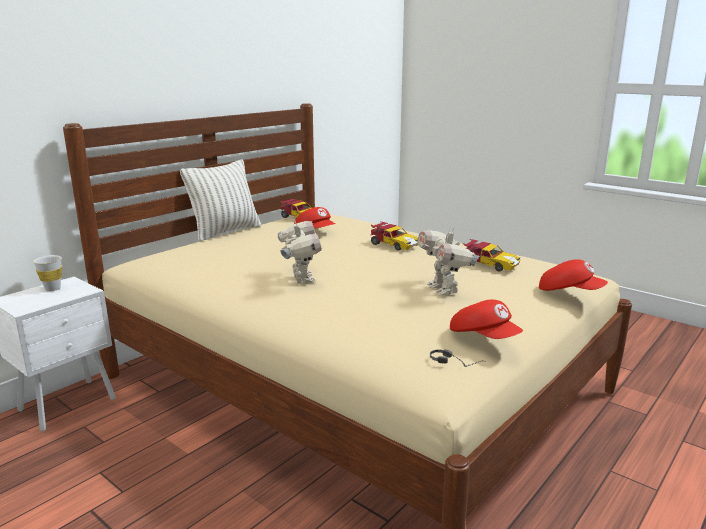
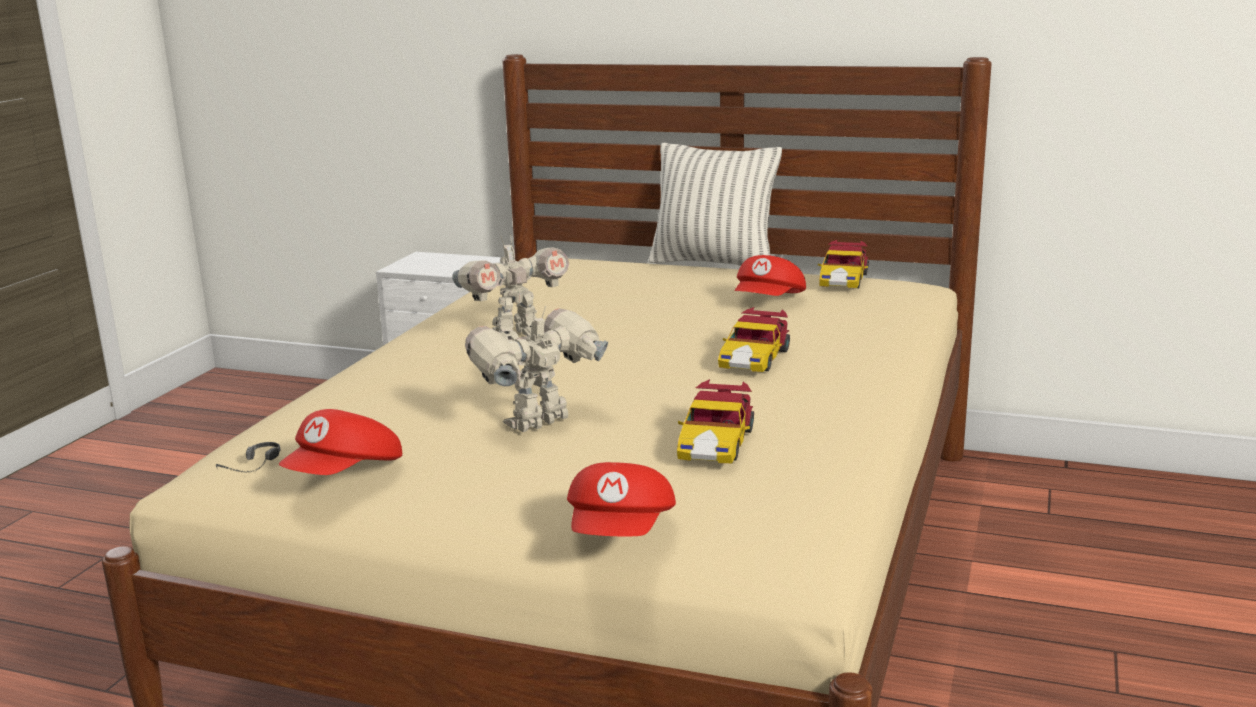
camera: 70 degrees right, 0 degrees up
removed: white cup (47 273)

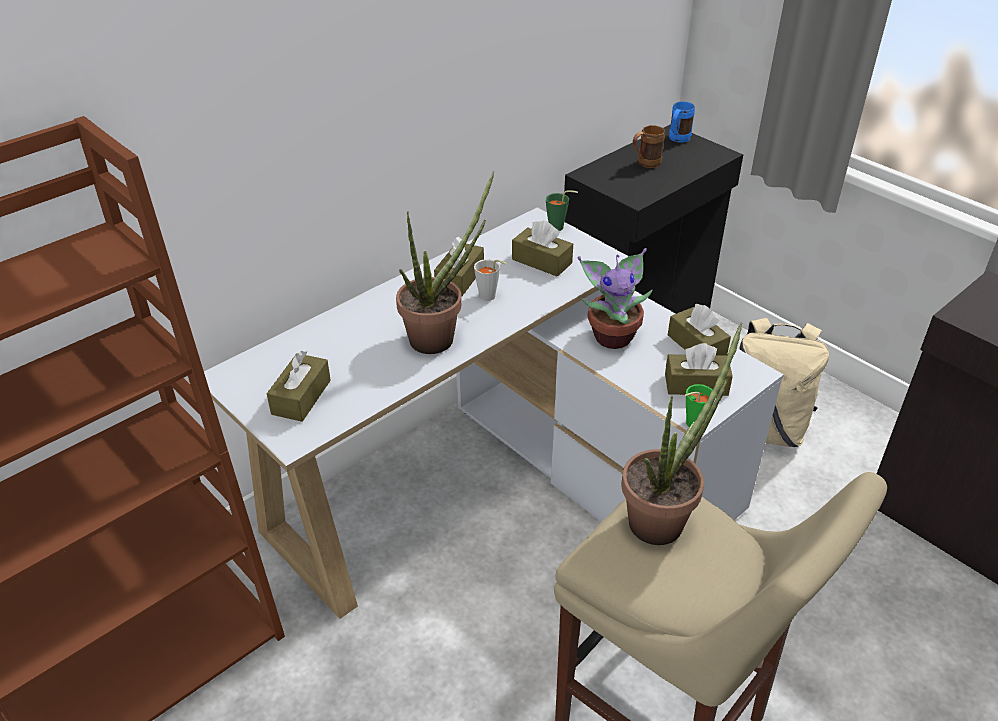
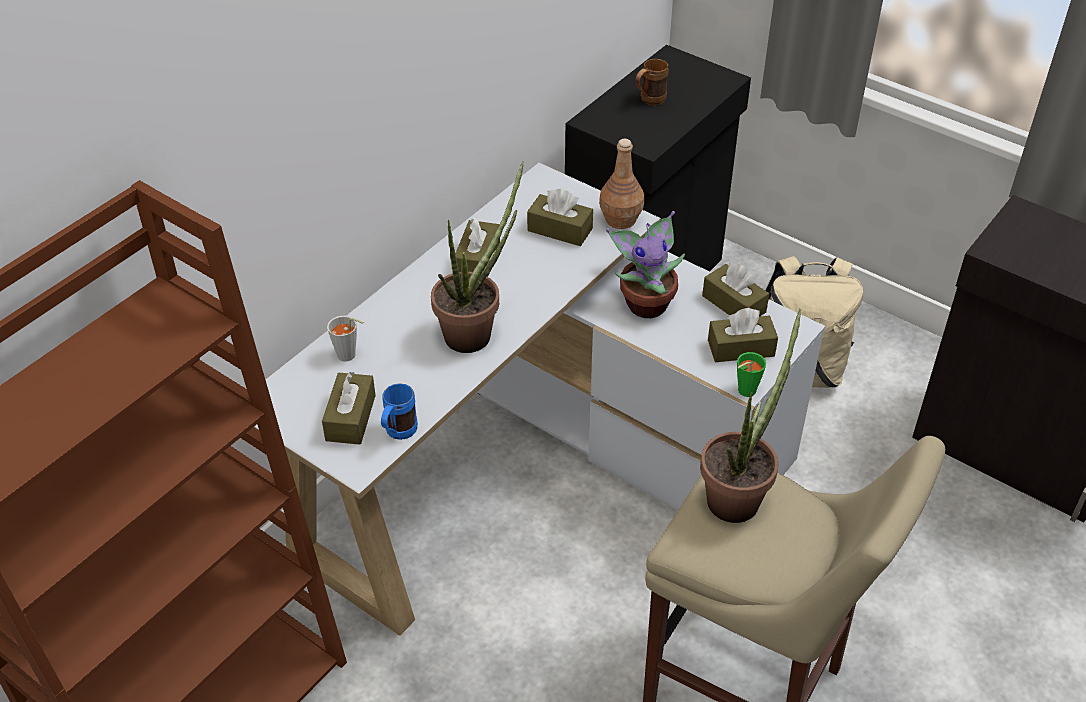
camera: 10 degrees left, 5 degrees up
removed: green cup (562 210)
added: brown bottle (621 184)
moved: grey cup (490 280) to (345 339); blue mug (682 122) to (399 411)

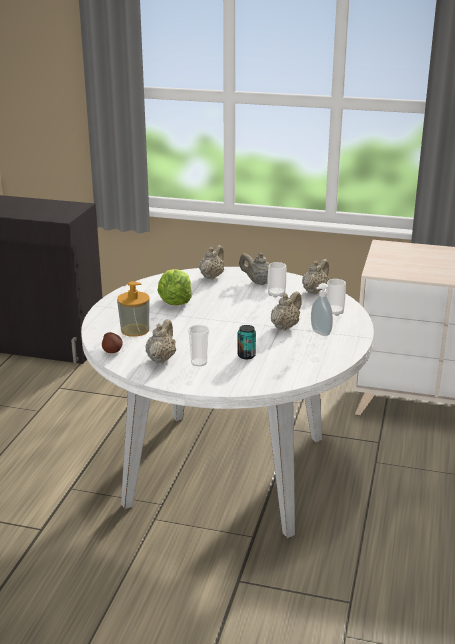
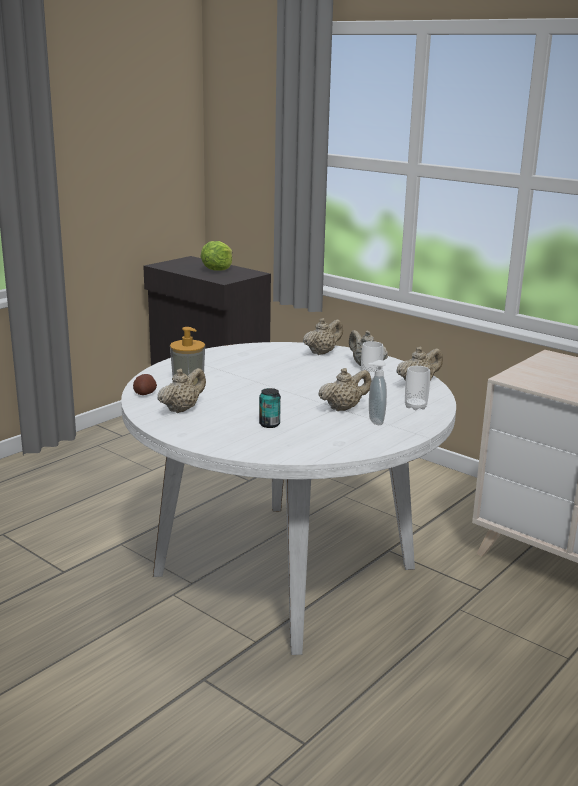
camera: 25 degrees right, 5 degrees down
removed: cup (198 345)
moved: lettuce (175 287) to (216 255)

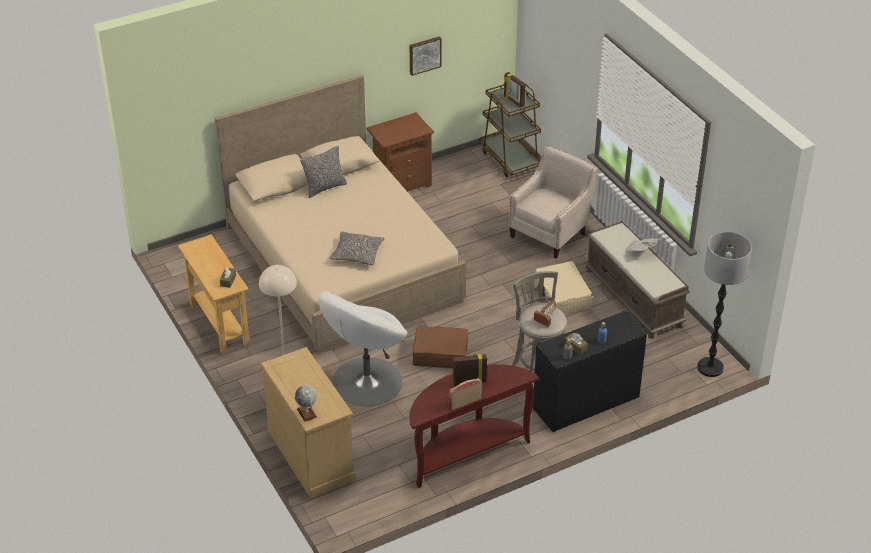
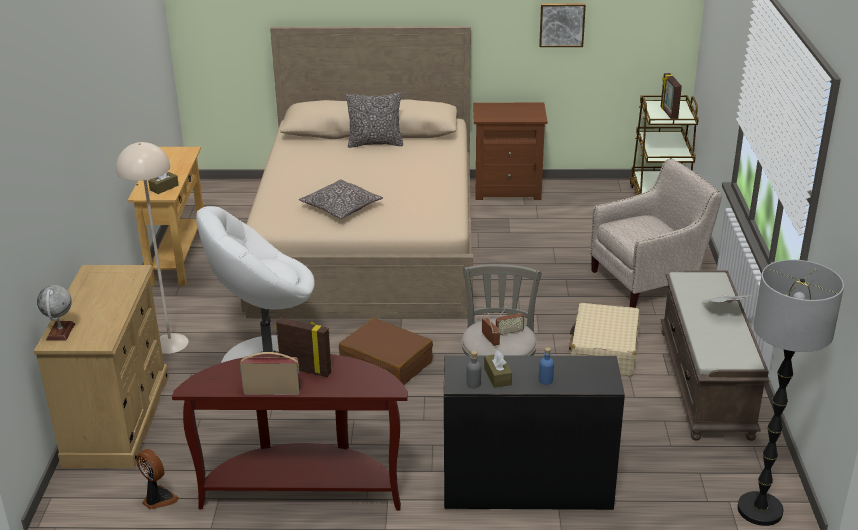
camera: 30 degrees right, 10 degrees down
added: fan (157 479)

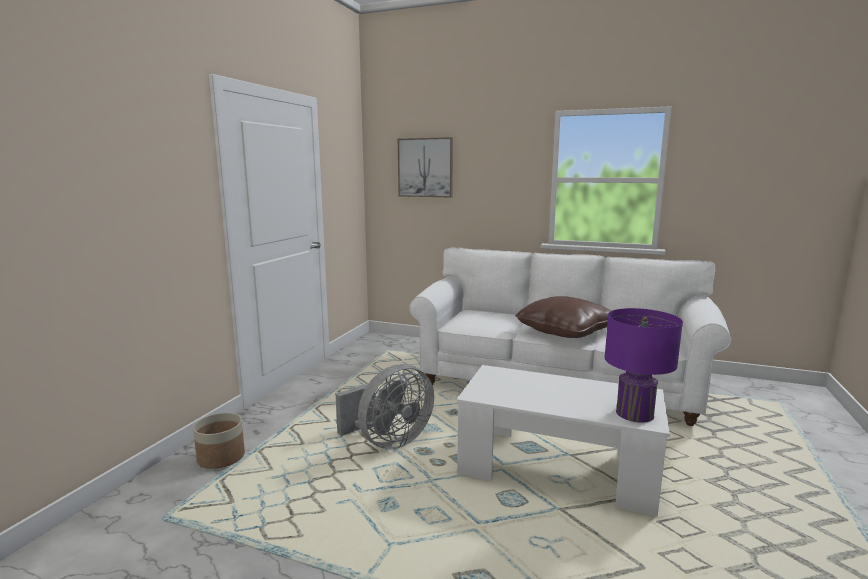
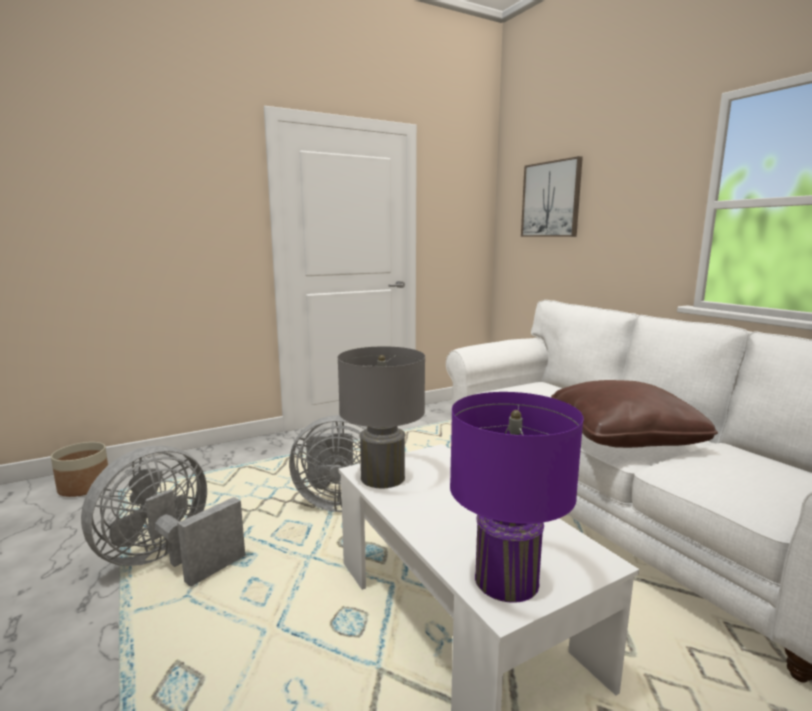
camera: 40 degrees right, 0 degrees up
added: grey fan (163 516); grey table lamp (381 417)
moved: planter (219 441) to (79 469)

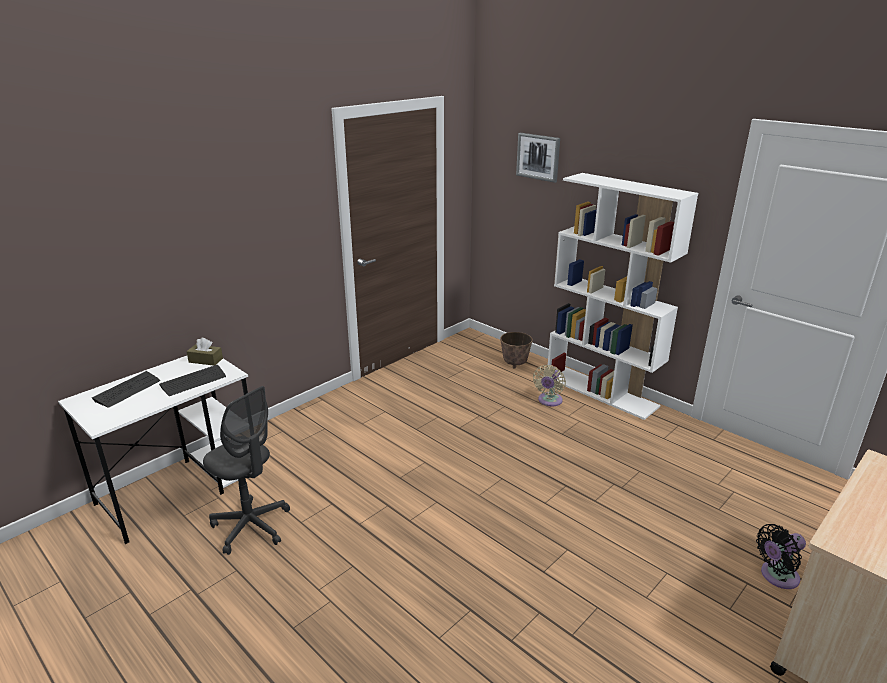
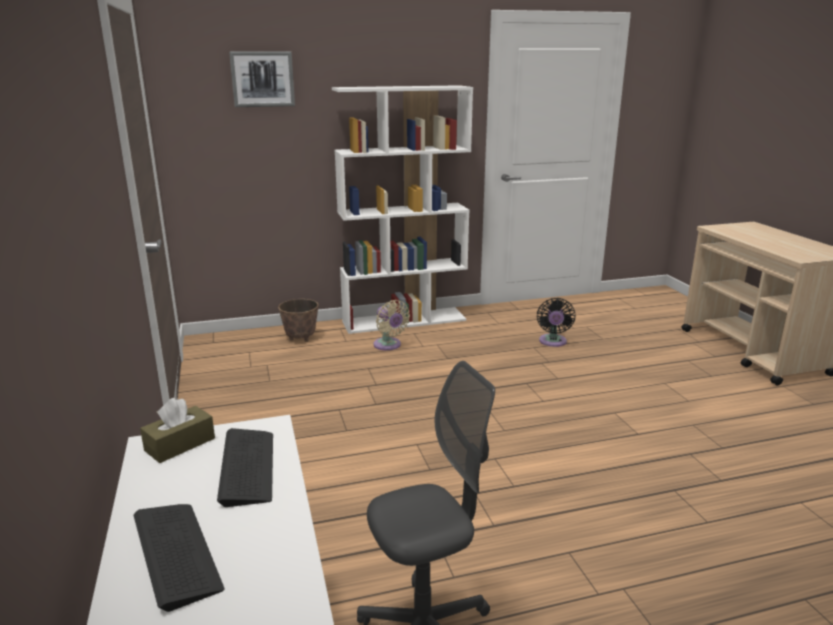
camera: 60 degrees left, 5 degrees down
moved: black fan (781 556) to (556 322)

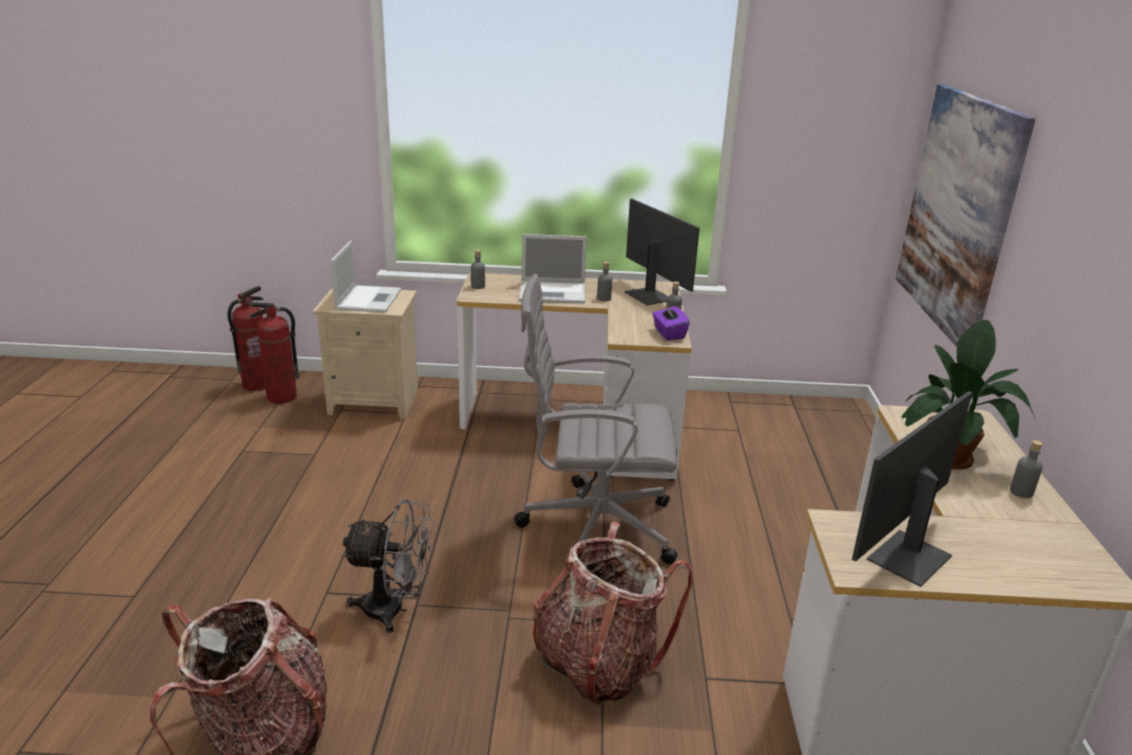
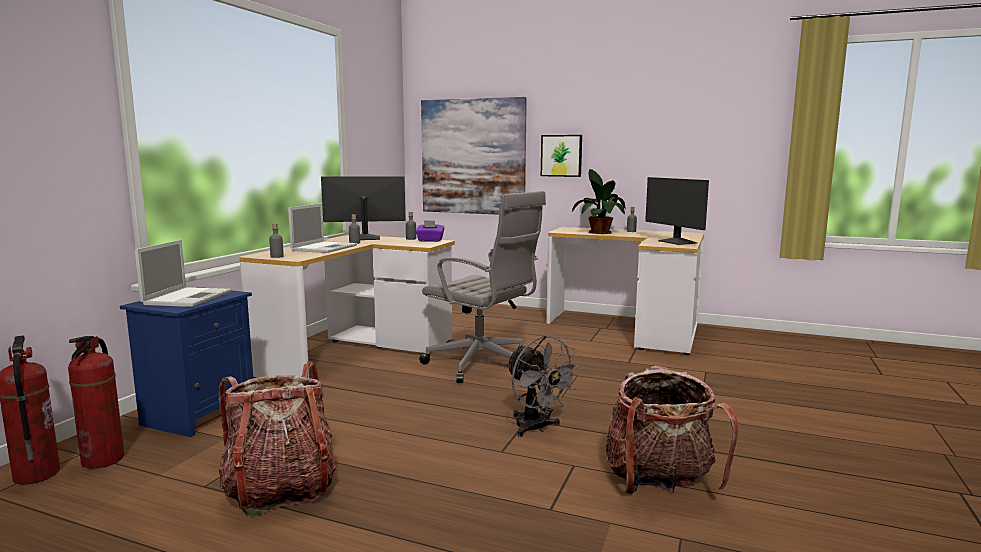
camera: 70 degrees left, 15 degrees down
added: picture (561 156)
moved: backpack (613 613) to (277 438)
recoloured: beige nightstand (365 353) to blue nightstand (186 362)
turned: laptop (365 277) = (183 273) 75 degrees clockwise; grey office chair (595 419) = (482 287) 75 degrees counterclockwise; grey fan (387 566) = (543 386) 120 degrees clockwise

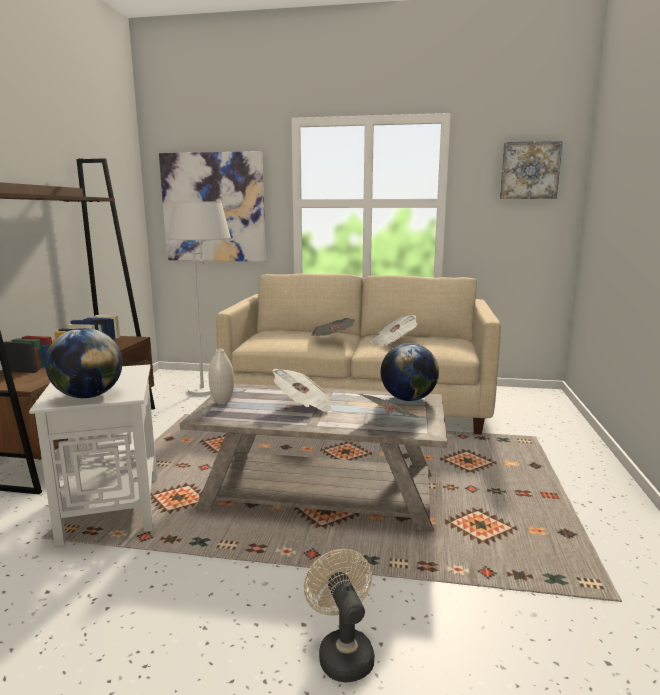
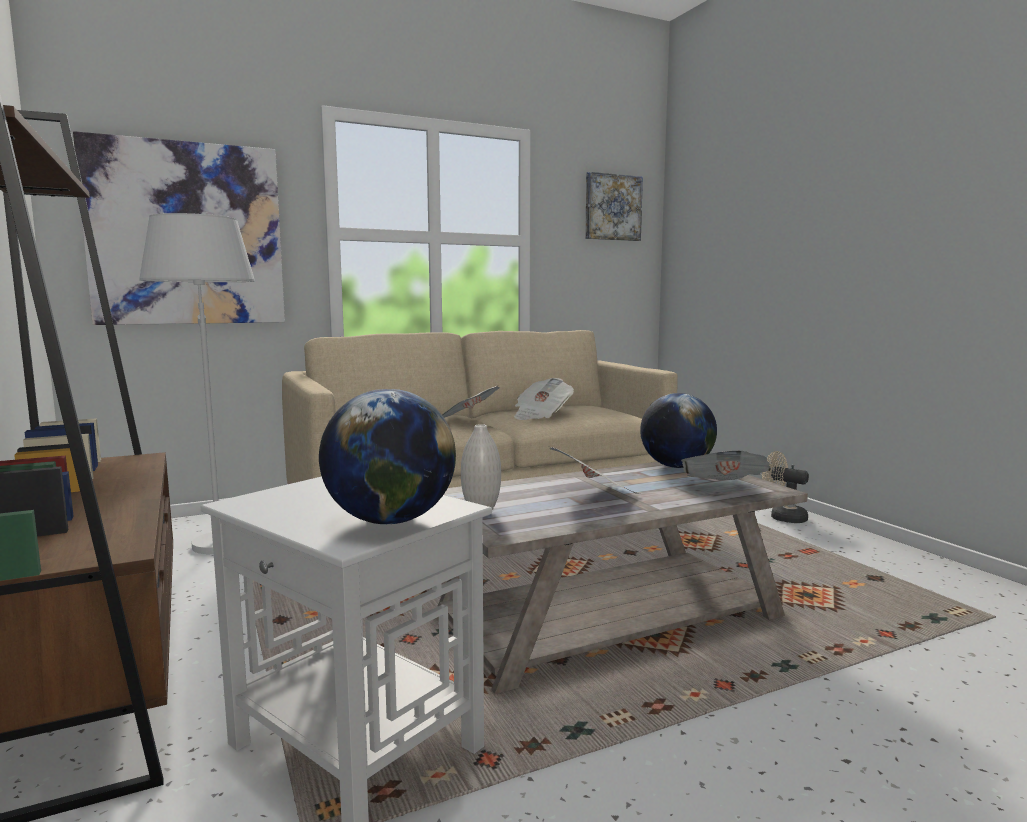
camera: 35 degrees left, 5 degrees down
moved: beige fan (339 616) to (785 487)

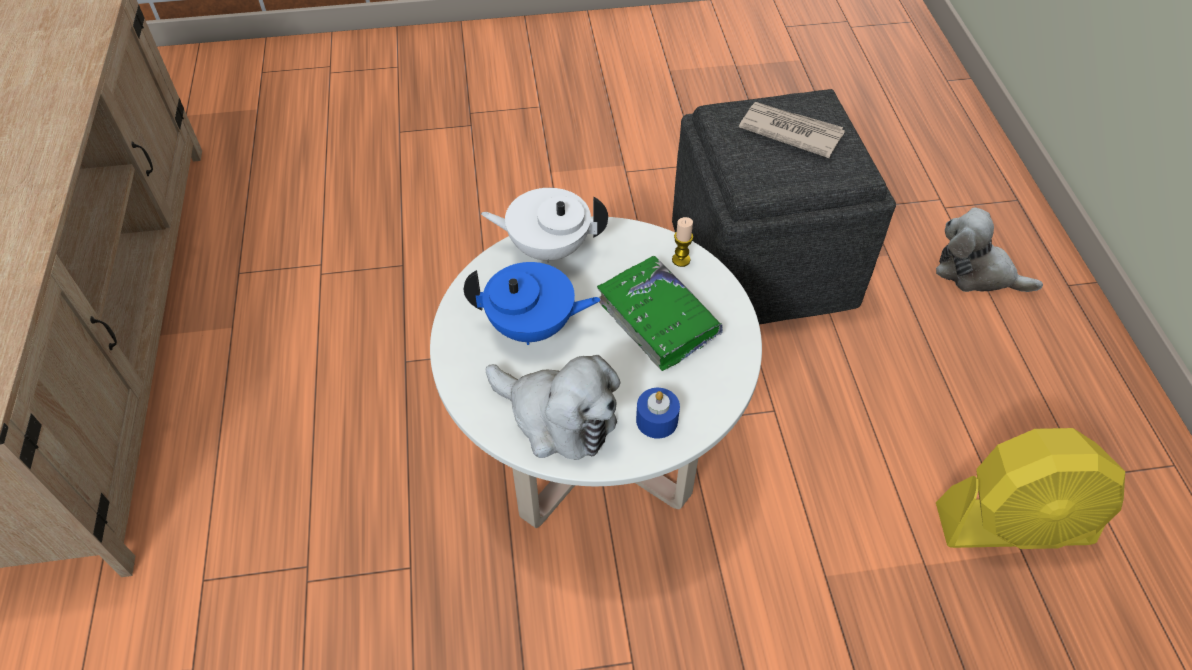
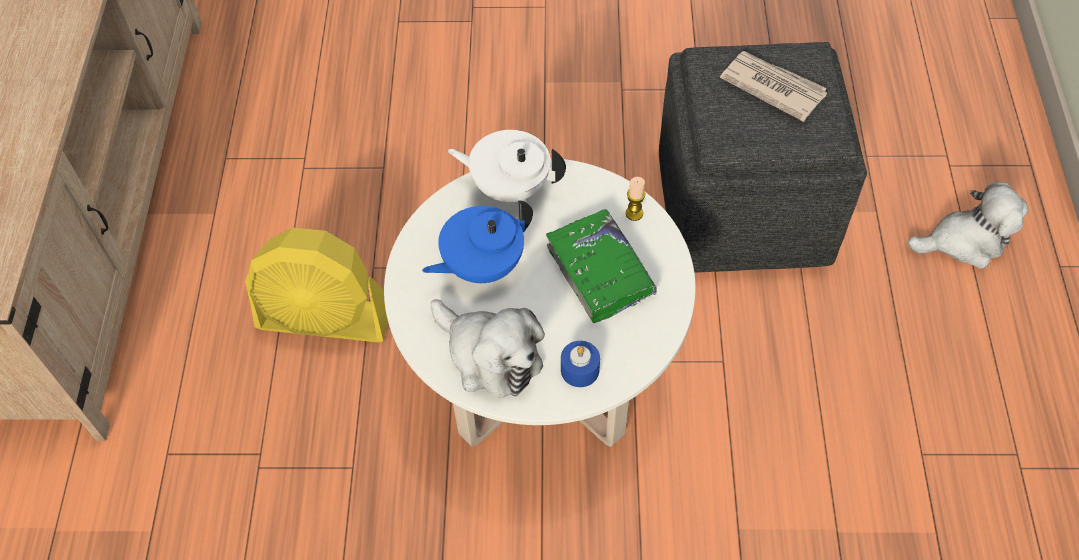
camera: 10 degrees right, 5 degrees up
moved: yellow fan (1030 488) to (316 284)
turned: blue teapot (532 303) = (477 242) 135 degrees clockwise; plush toy (989 249) = (968 225) 135 degrees clockwise

